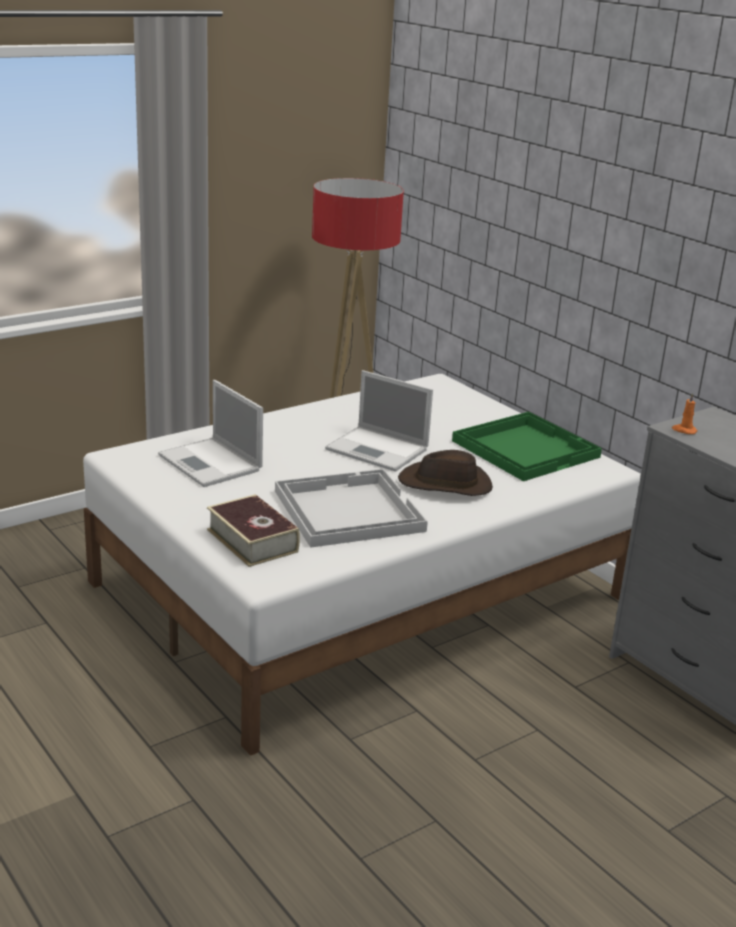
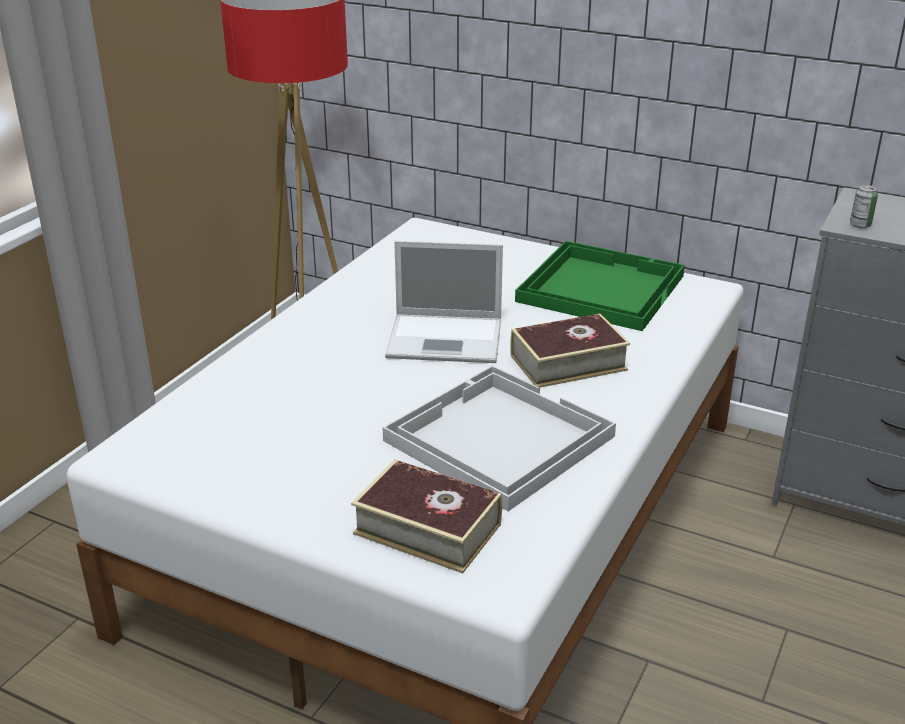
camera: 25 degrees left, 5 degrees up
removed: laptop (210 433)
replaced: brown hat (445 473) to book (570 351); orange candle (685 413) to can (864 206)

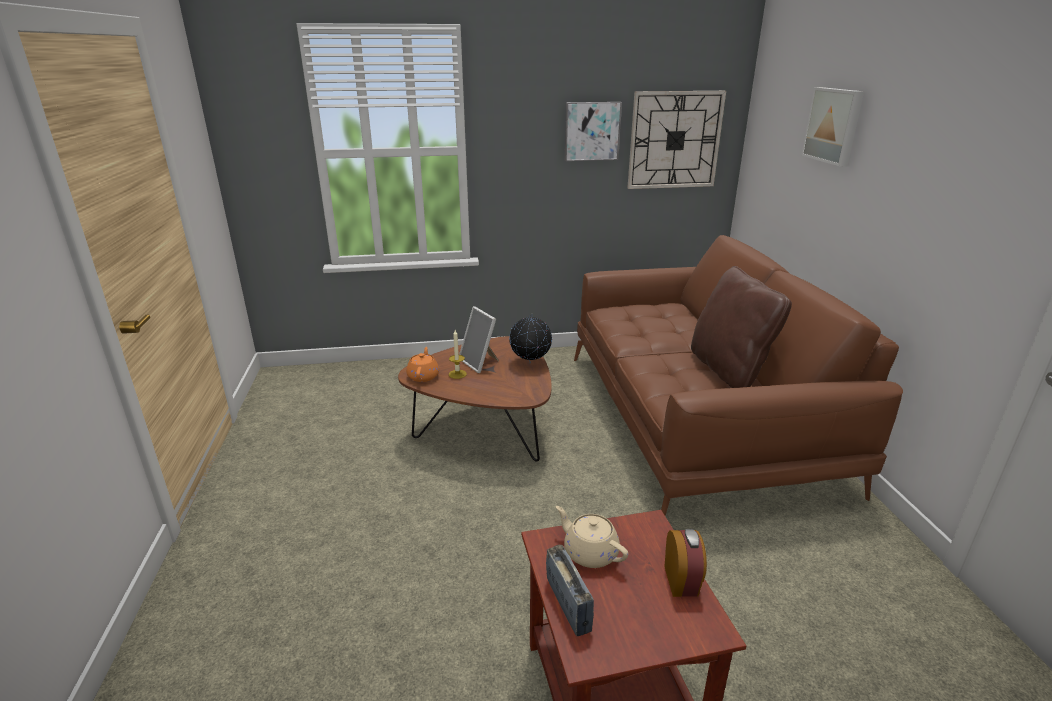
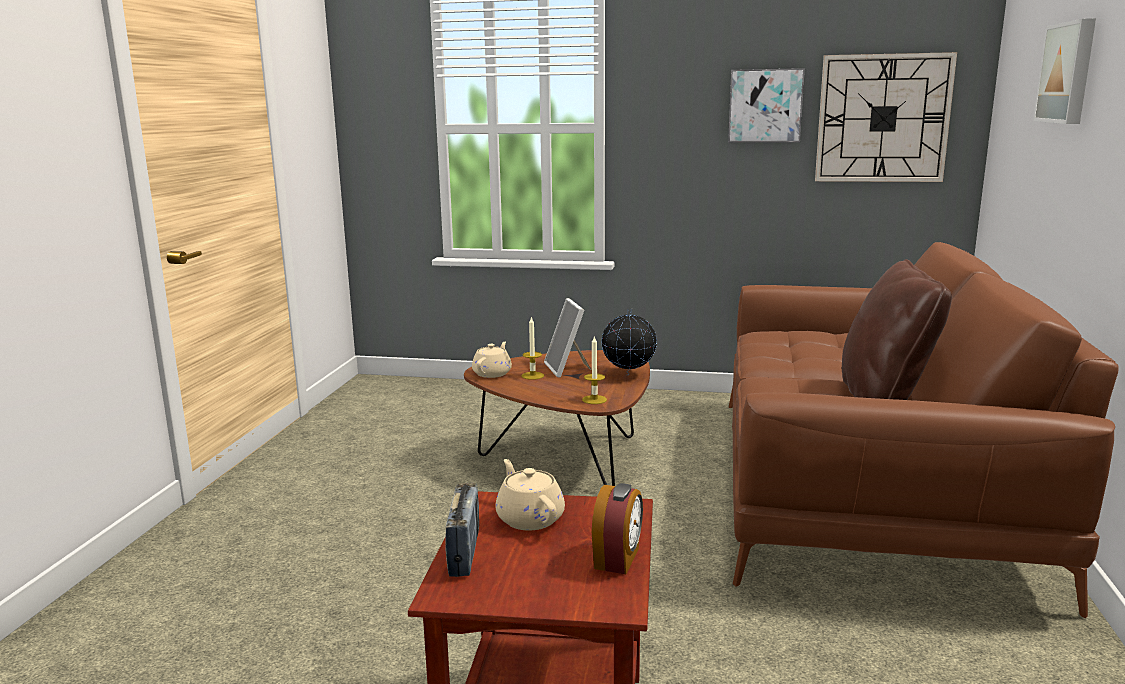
camera: 20 degrees right, 10 degrees down
added: candle (594 370)
recoloured: orange teapot (422 364) to beige teapot (492 359)

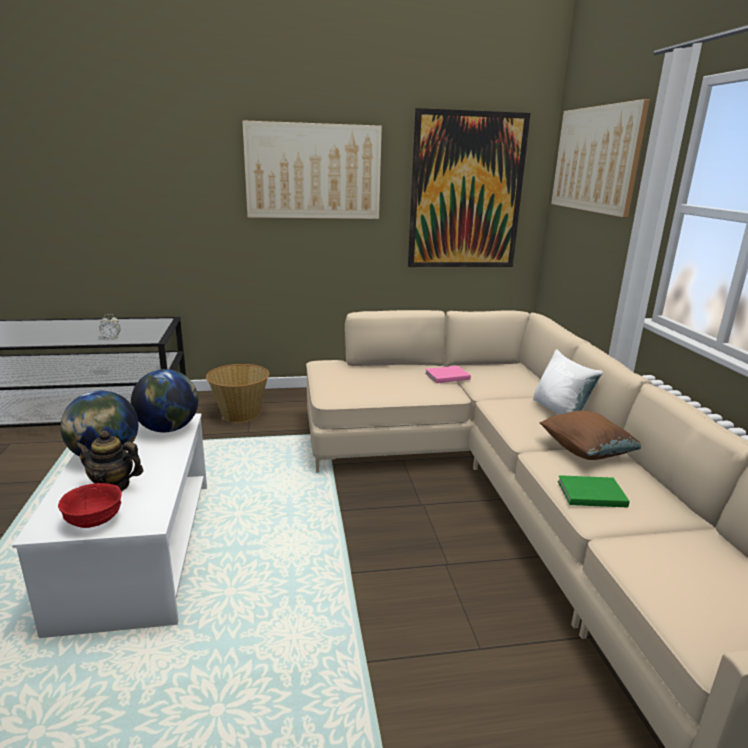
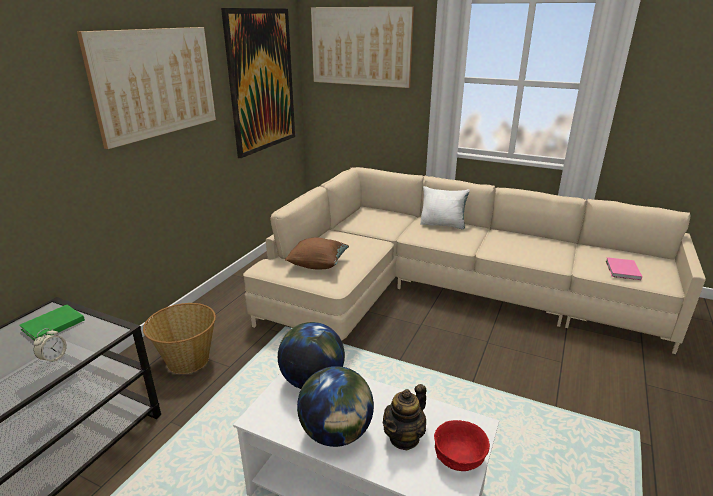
camera: 55 degrees left, 5 degrees up
moved: green book (594 491) to (52 323); brown pillow (590 435) to (317 253); pink book (448 374) to (624 268)

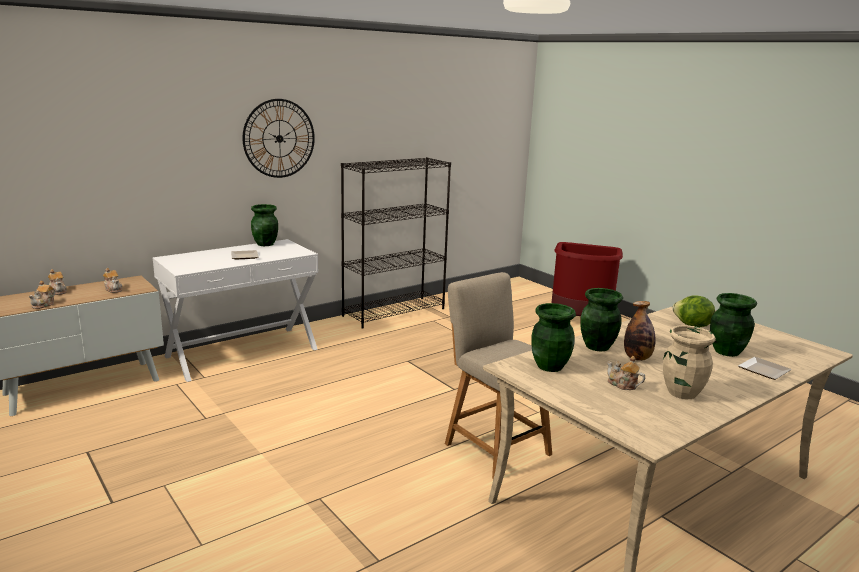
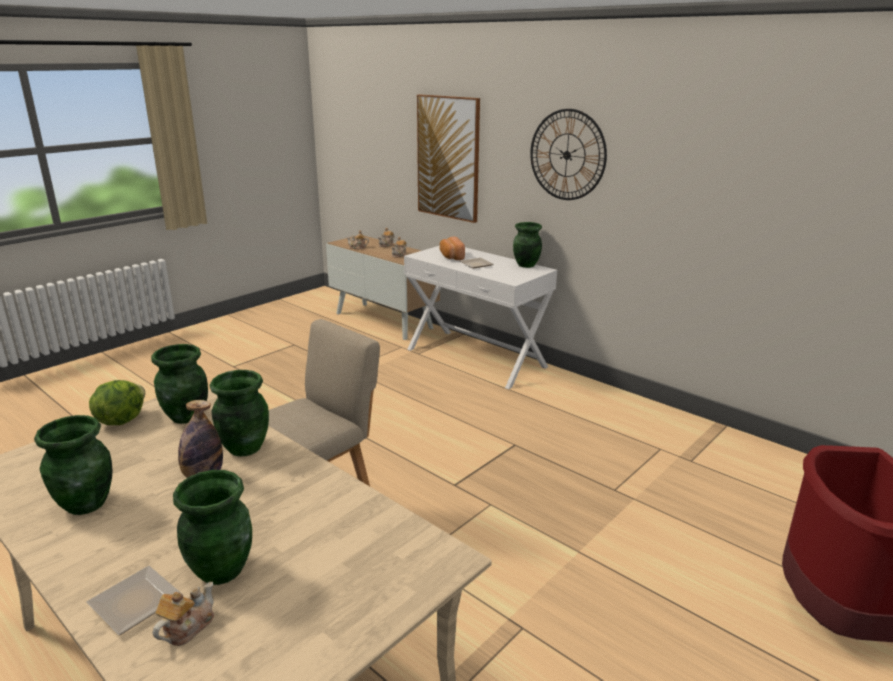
camera: 80 degrees right, 5 degrees up
removed: black bookcase (396 242)
added: picture (448 159); bread (452 248)
moved: lettuce (693 311) to (117 402); teapot (626 373) to (183 614)
recoloured: beige vase (689 362) to green vase (73 465)

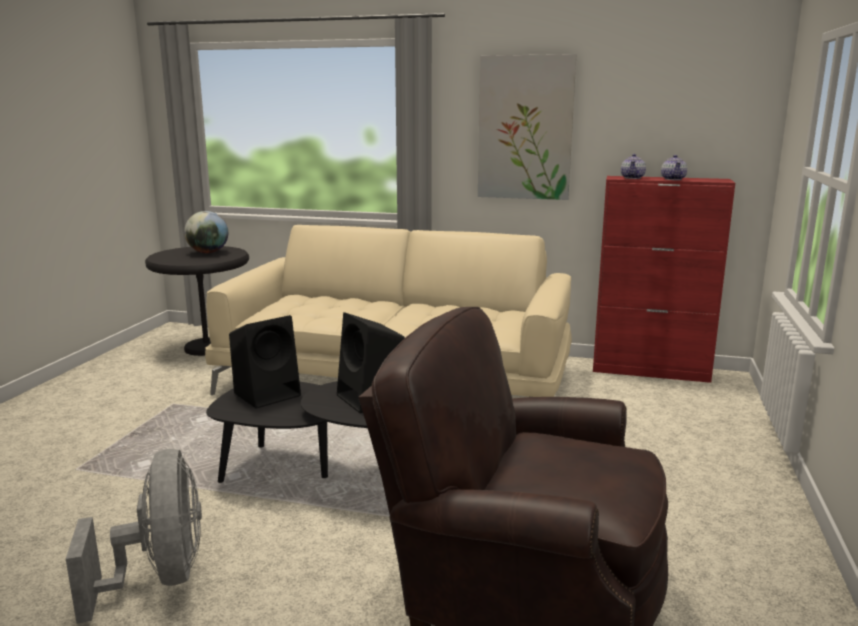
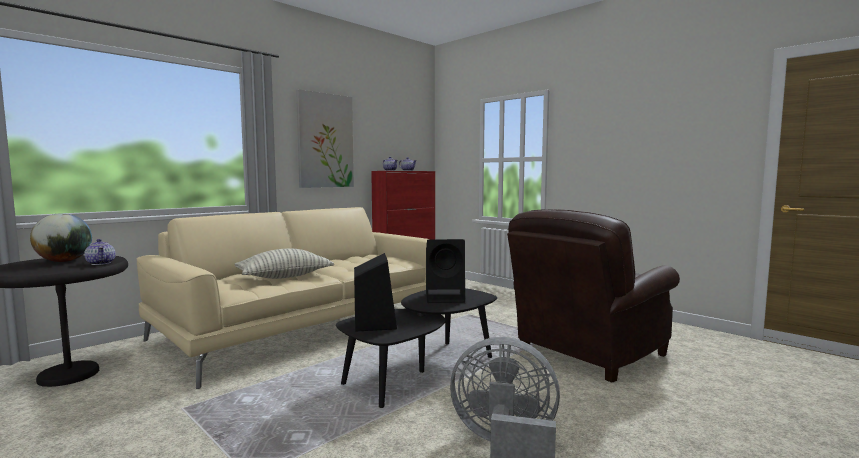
camera: 60 degrees left, 10 degrees down
added: teapot (100 252); pillow (284 263)

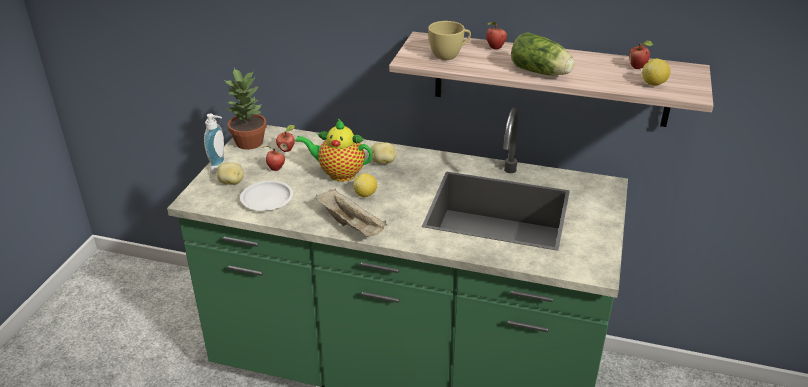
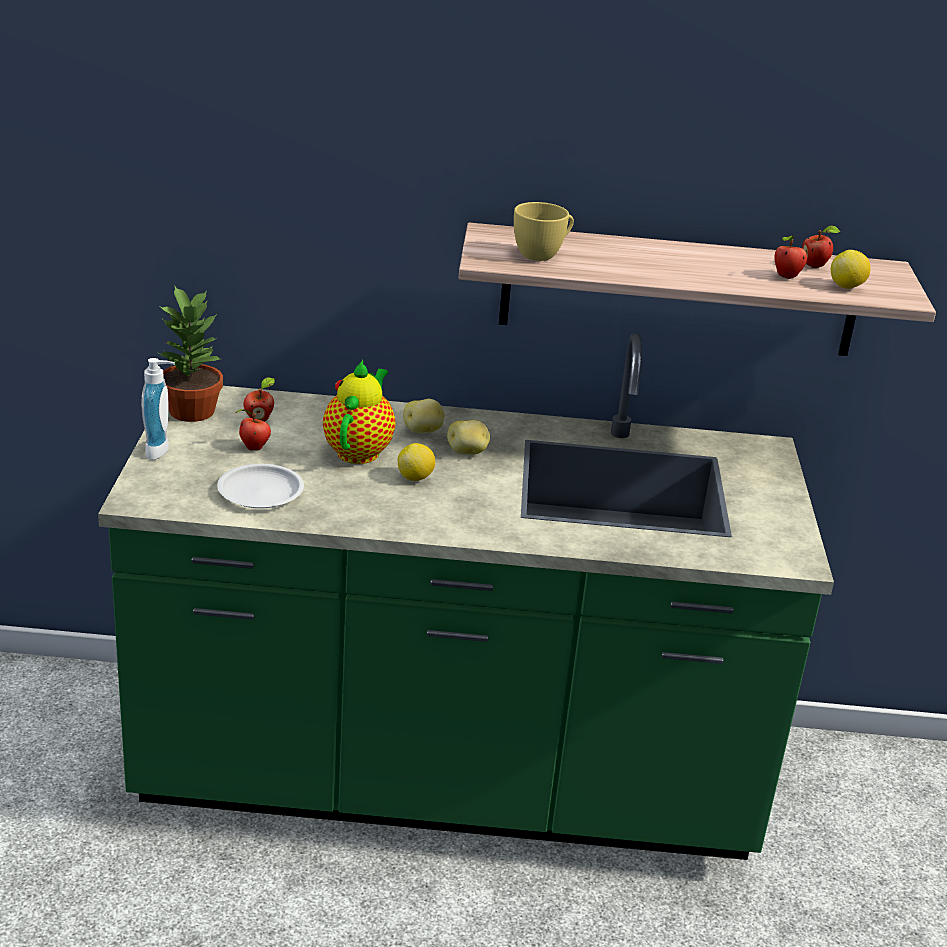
camera: 15 degrees left, 5 degrees down
removed: beige tray (351 213); lettuce (543 53)
moved: potato (230 173) to (468 437); apple (496 36) to (791 257)
turned: teapot (334 150) = (359 412) 105 degrees clockwise

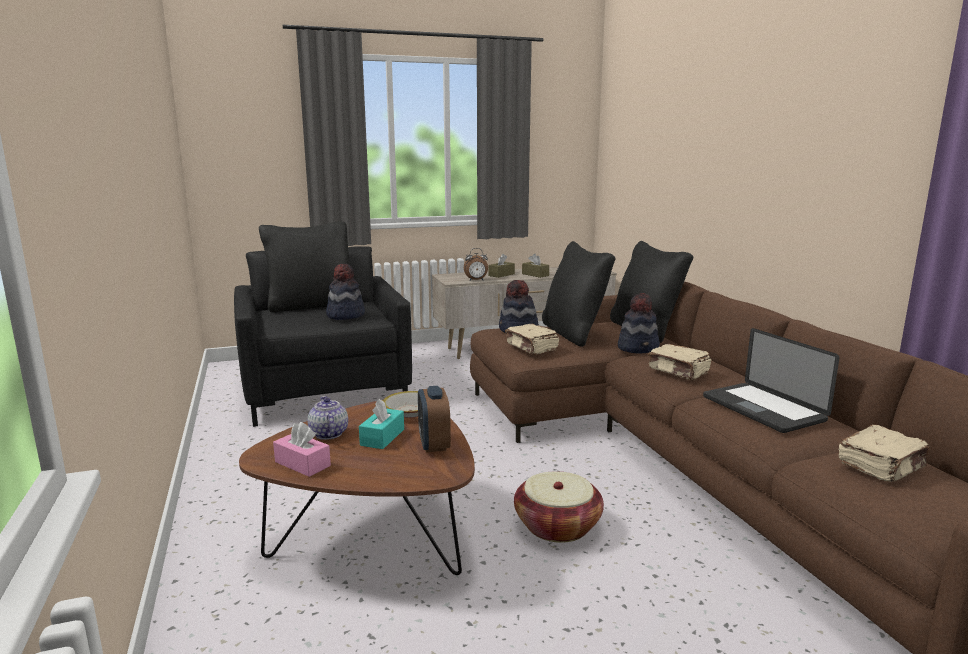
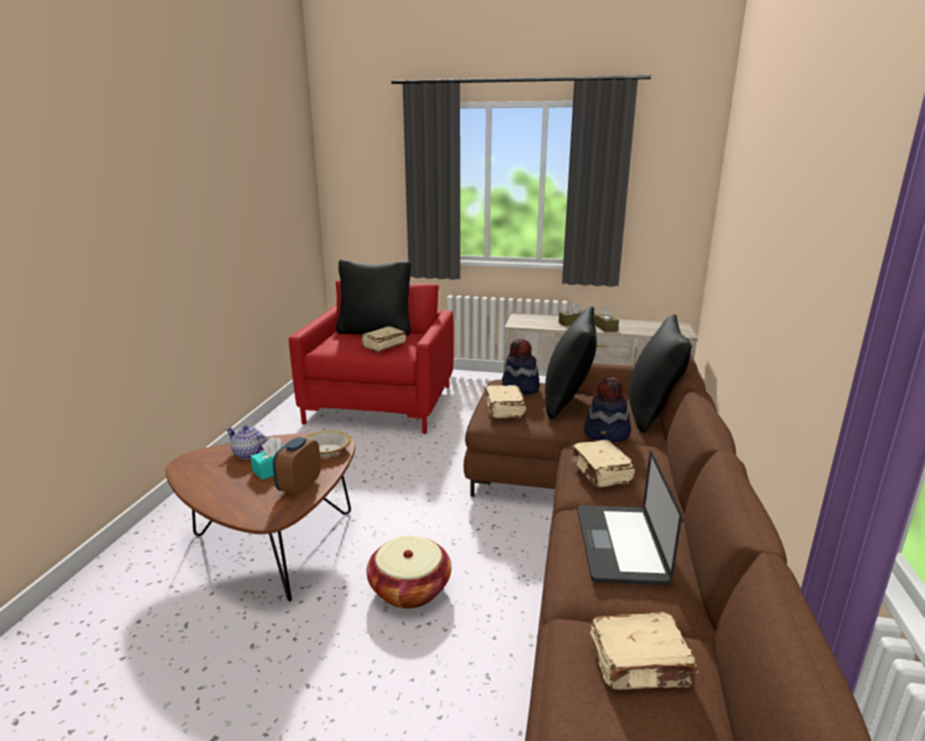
camera: 30 degrees right, 5 degrees up
removed: pink tissue box (302 449); alarm clock (476 264)
replaced: hat (345 292) to beige book (383 339)
recoloured: black armchair (323 336) to red armchair (371 357)
turned: teapot (327 418) = (247 442) 75 degrees counterclockwise

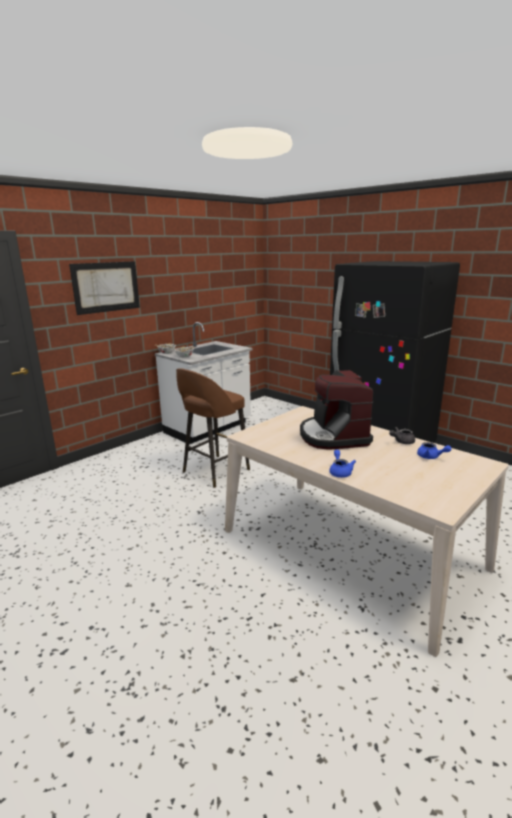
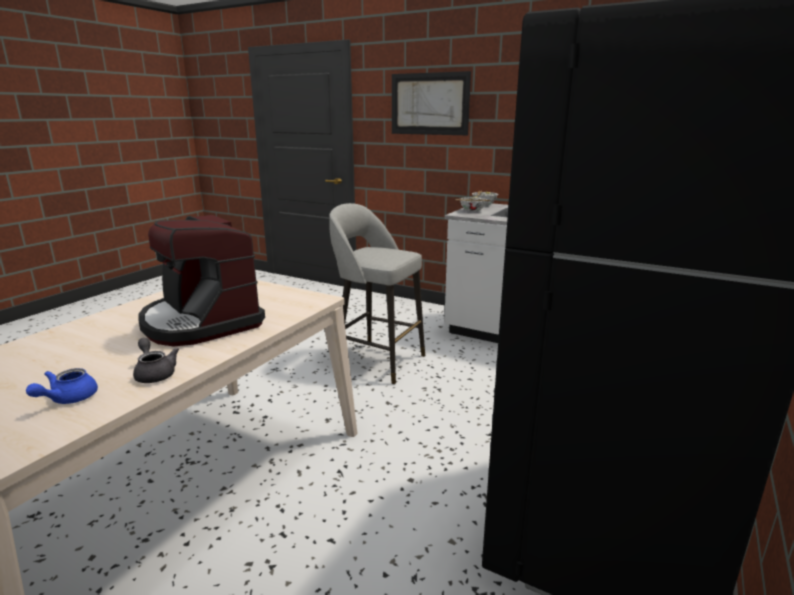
camera: 75 degrees right, 0 degrees up
removed: blue teapot (342 464)
recoloured: brown stool (213 428) to grey stool (377 293)
turned: coffee machine (336 410) = (201 281) 105 degrees counterclockwise

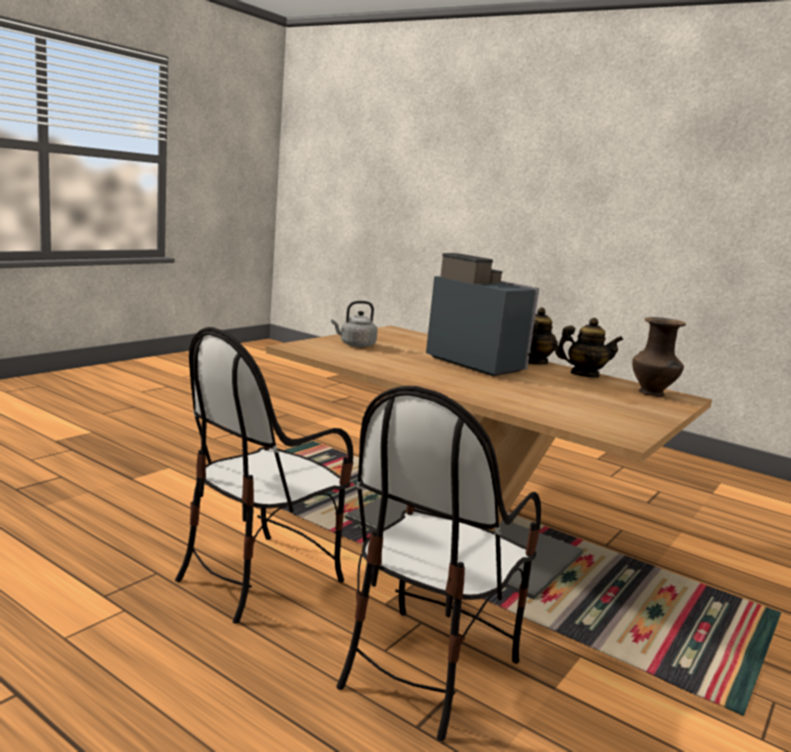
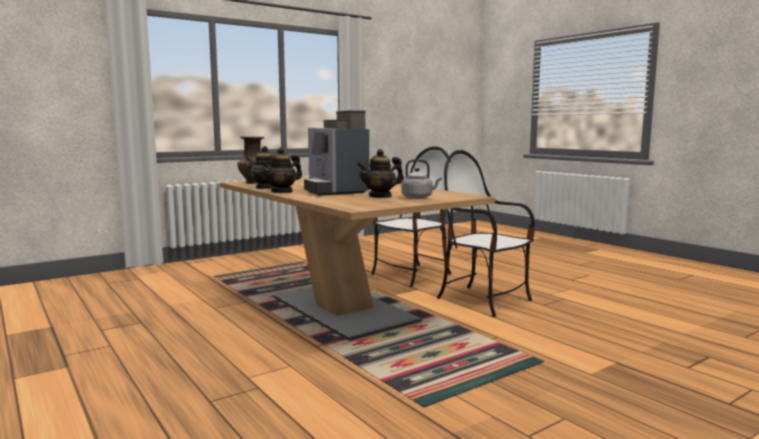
camera: 160 degrees left, 5 degrees down
added: teapot (380 173)
turned: chair (264 475) = (486 233) 105 degrees counterclockwise

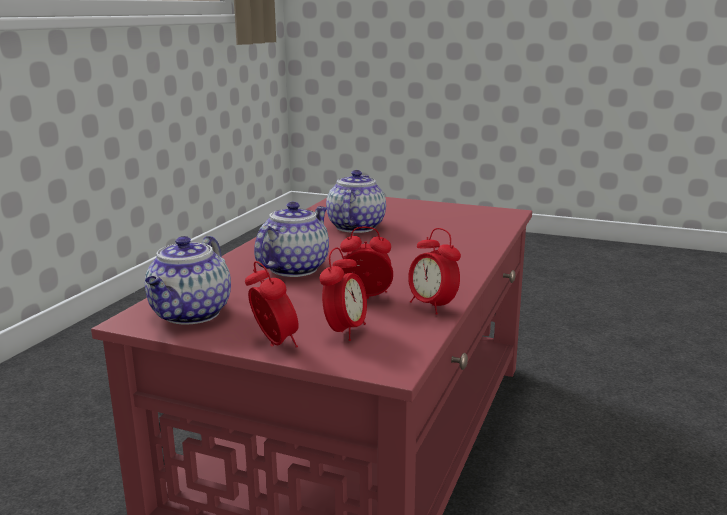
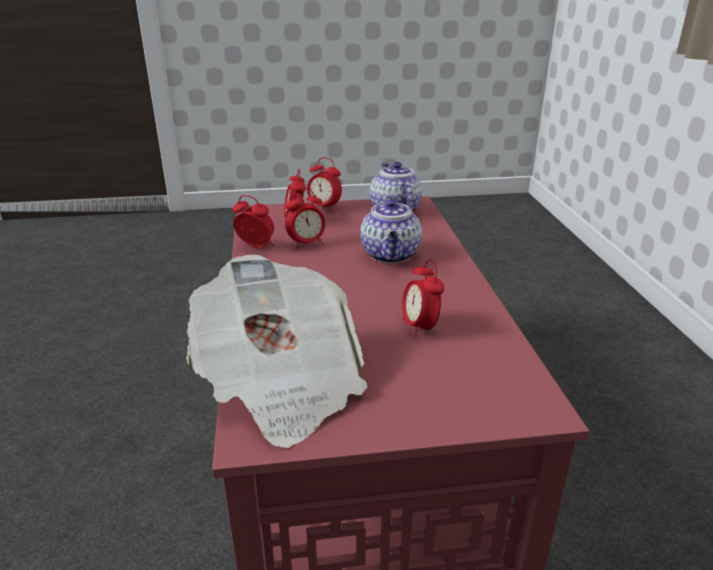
camera: 150 degrees right, 10 degrees up
added: newspaper (277 351)
replaced: teapot (356 201) to alarm clock (423 298)

